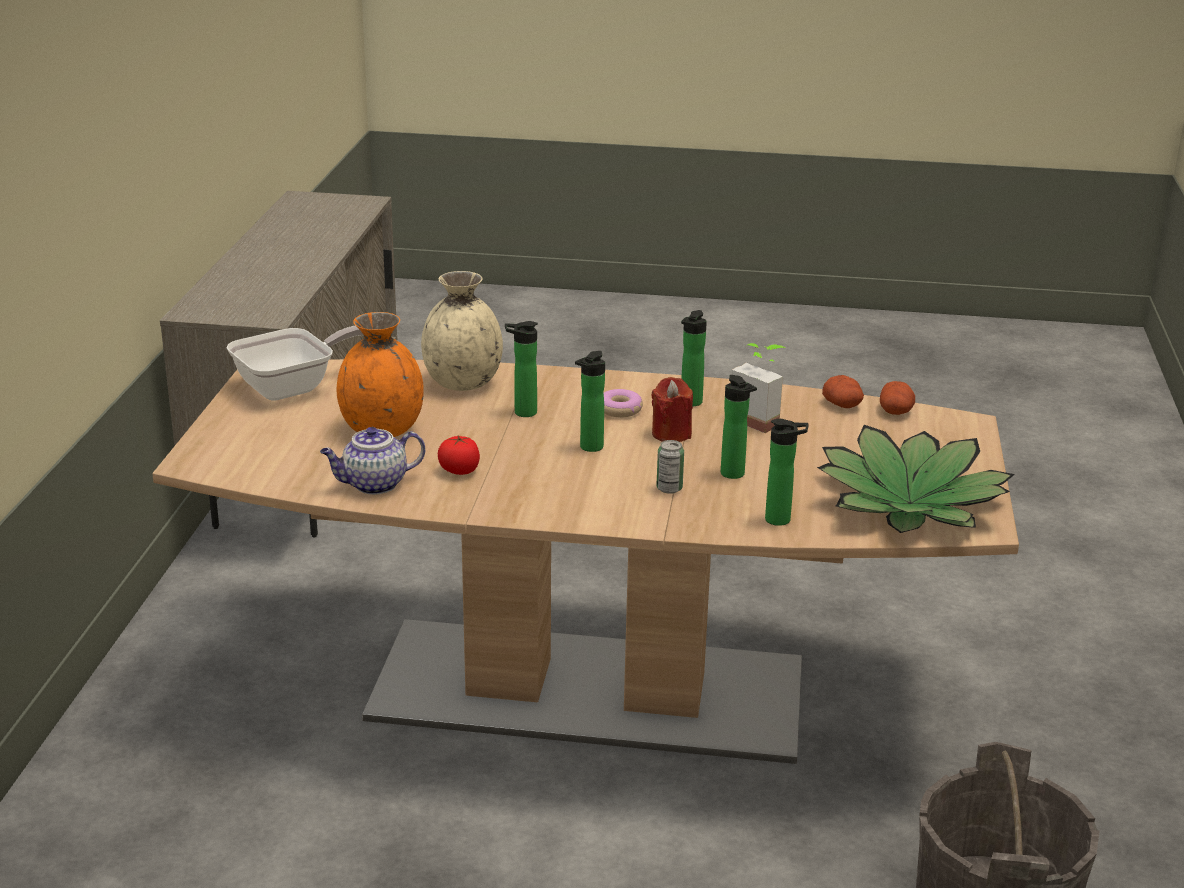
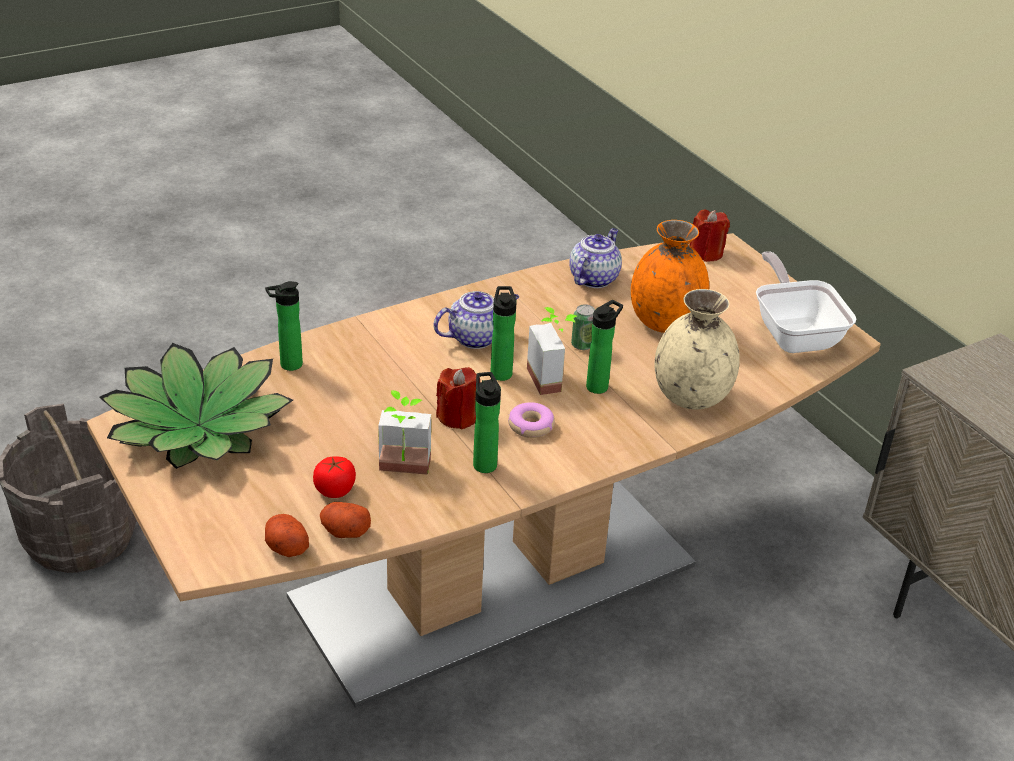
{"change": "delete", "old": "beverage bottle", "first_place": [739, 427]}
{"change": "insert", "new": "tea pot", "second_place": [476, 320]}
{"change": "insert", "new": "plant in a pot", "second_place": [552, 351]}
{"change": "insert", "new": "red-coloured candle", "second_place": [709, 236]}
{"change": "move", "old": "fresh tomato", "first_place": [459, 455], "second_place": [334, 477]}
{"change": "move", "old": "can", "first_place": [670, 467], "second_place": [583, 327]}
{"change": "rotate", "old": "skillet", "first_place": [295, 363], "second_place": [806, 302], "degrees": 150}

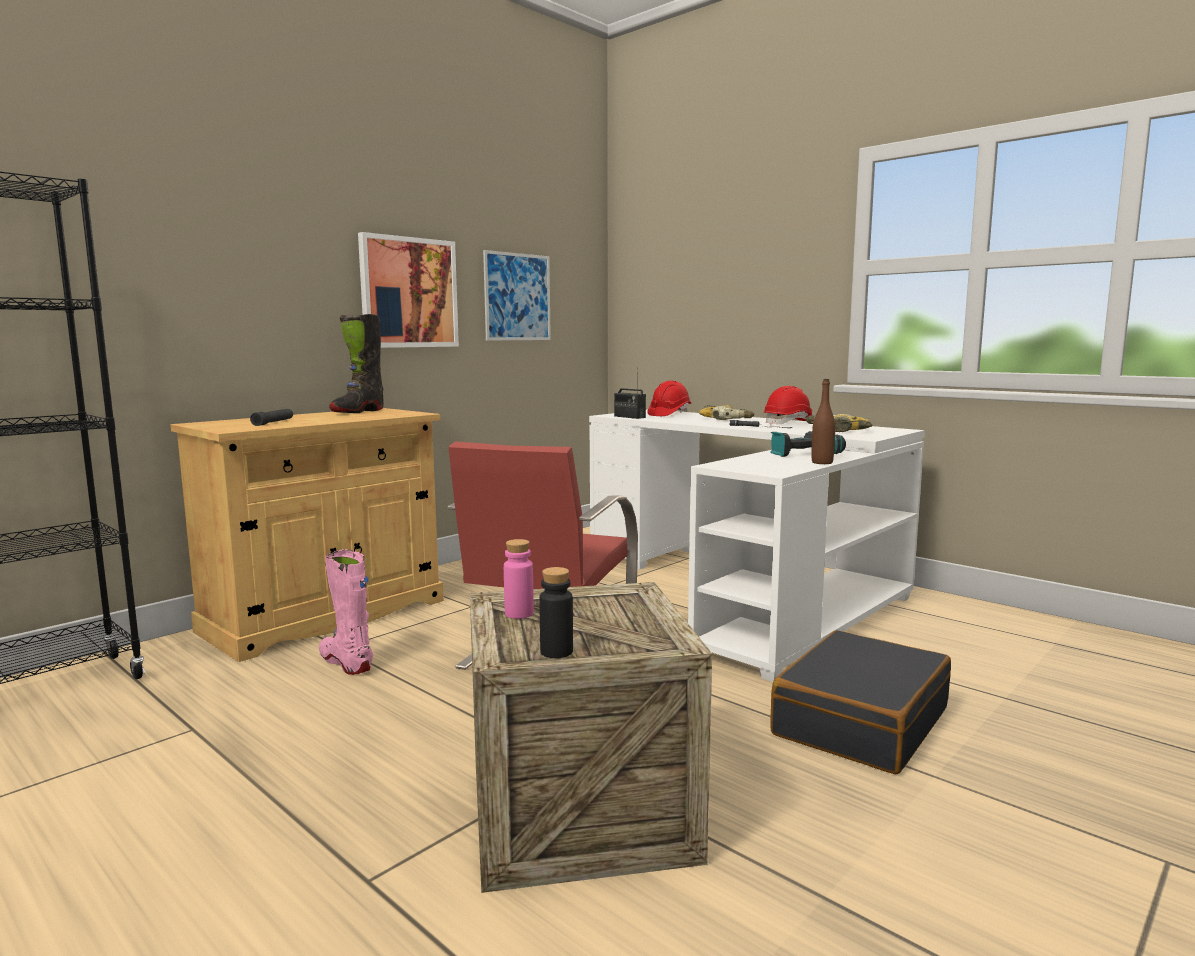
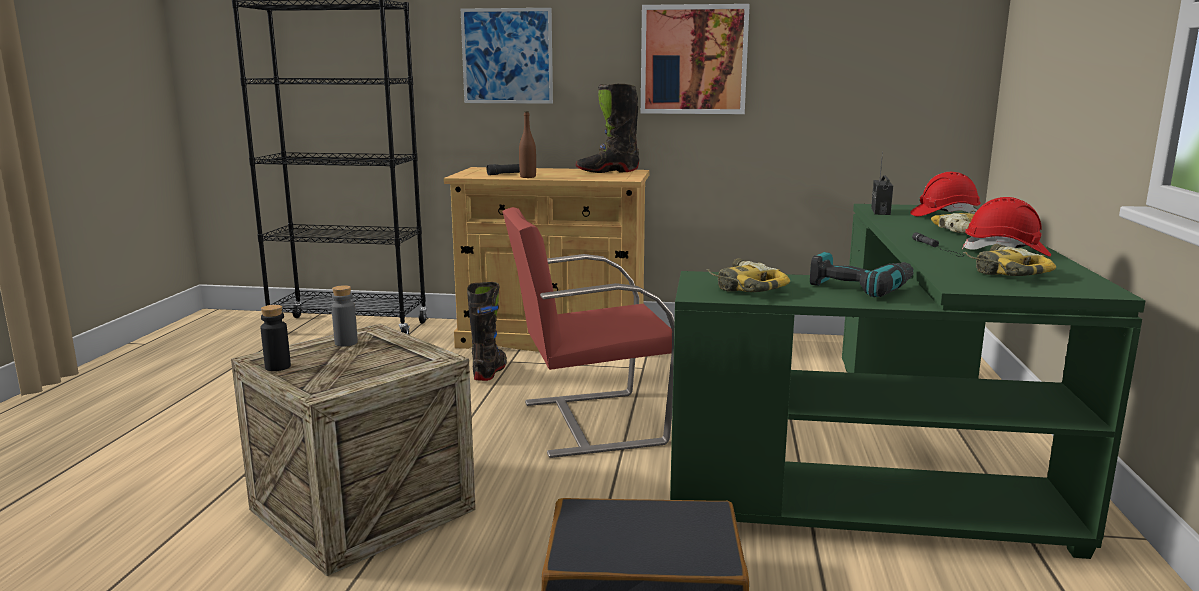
{"change": "insert", "new": "power drill", "second_place": [748, 275]}
{"change": "move", "old": "wall picture", "first_place": [517, 295], "second_place": [507, 56]}
{"change": "move", "old": "brown beverage bottle", "first_place": [823, 421], "second_place": [527, 144]}
{"change": "recolor", "old": "pink tall boot", "new": "black-coloured tall boot", "first_place": [346, 612], "second_place": [487, 331]}
{"change": "recolor", "old": "pink beverage bottle", "new": "greyish beverage bottle", "first_place": [519, 579], "second_place": [344, 316]}
{"change": "recolor", "old": "white desk", "new": "green-coloured desk", "first_place": [757, 546], "second_place": [908, 381]}

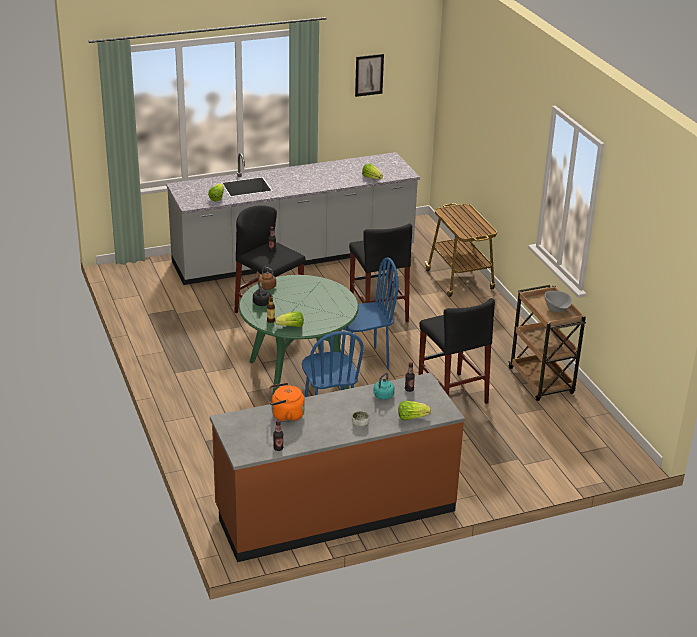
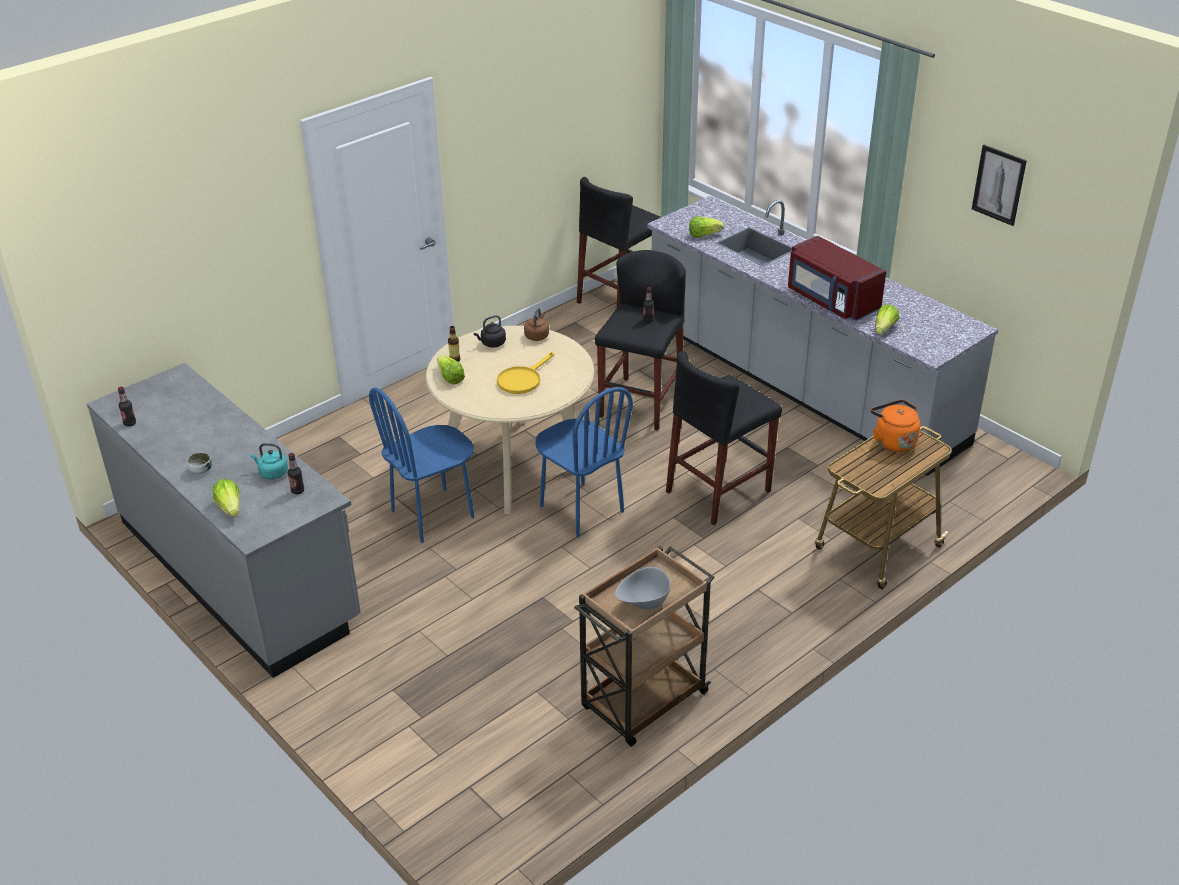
{"change": "insert", "new": "yellowish skillet", "second_place": [525, 373]}
{"change": "insert", "new": "red-coloured microwave", "second_place": [837, 278]}
{"change": "move", "old": "orange-coloured water kettle", "first_place": [287, 402], "second_place": [895, 426]}
{"change": "move", "old": "black-coloured stool", "first_place": [456, 351], "second_place": [619, 242]}
{"change": "recolor", "old": "brown counter", "new": "greyish counter", "first_place": [337, 467], "second_place": [224, 520]}
{"change": "recolor", "old": "green-coloured dinner table", "new": "sand-coloured dinner table", "first_place": [299, 335], "second_place": [510, 420]}

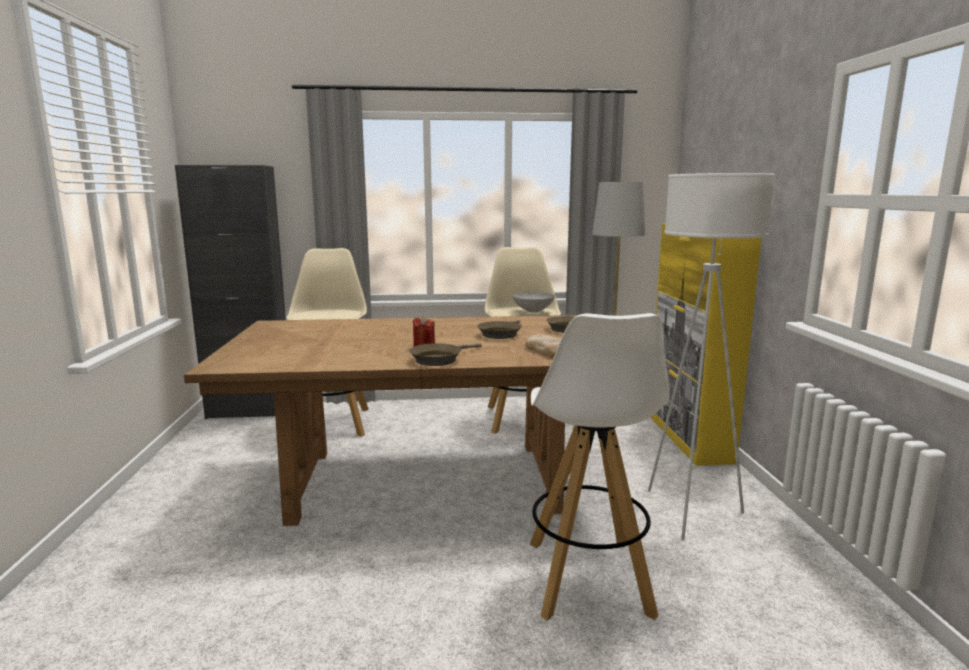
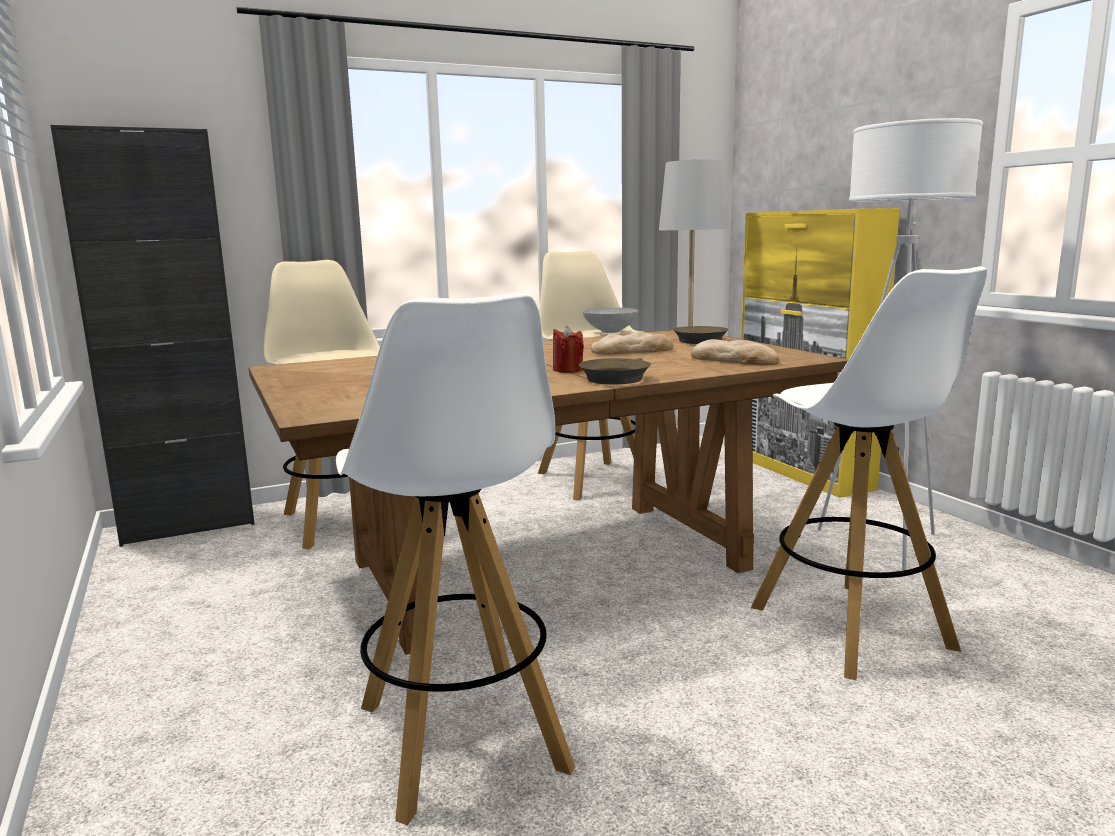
{"change": "insert", "new": "white stool", "second_place": [455, 559]}
{"change": "replace", "old": "brown skillet", "new": "bread", "first_place": [499, 329], "second_place": [632, 343]}

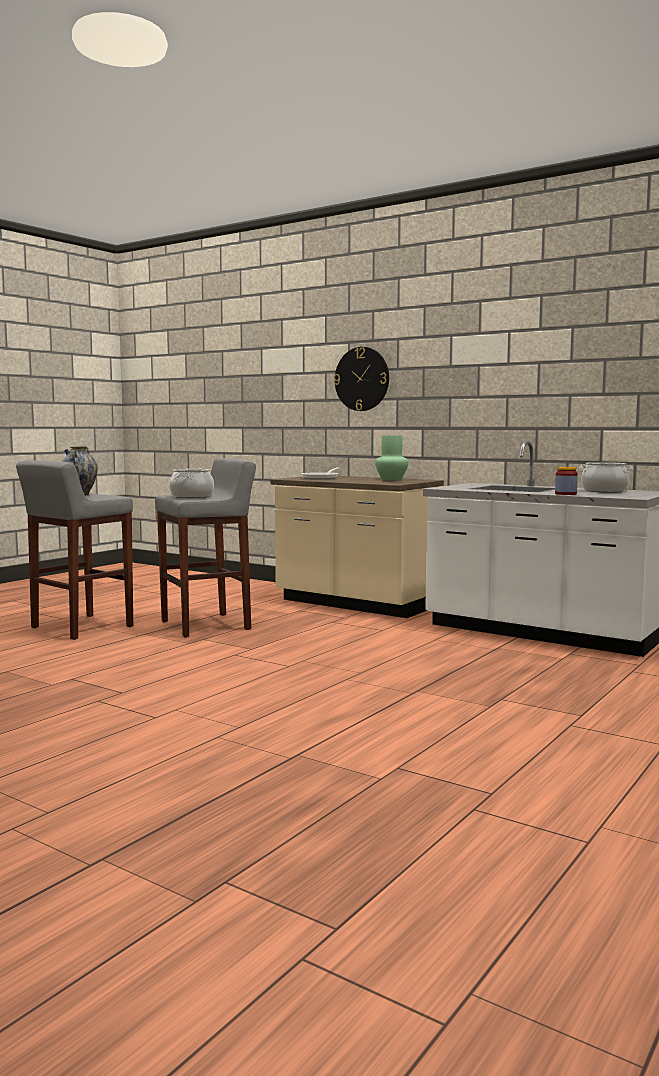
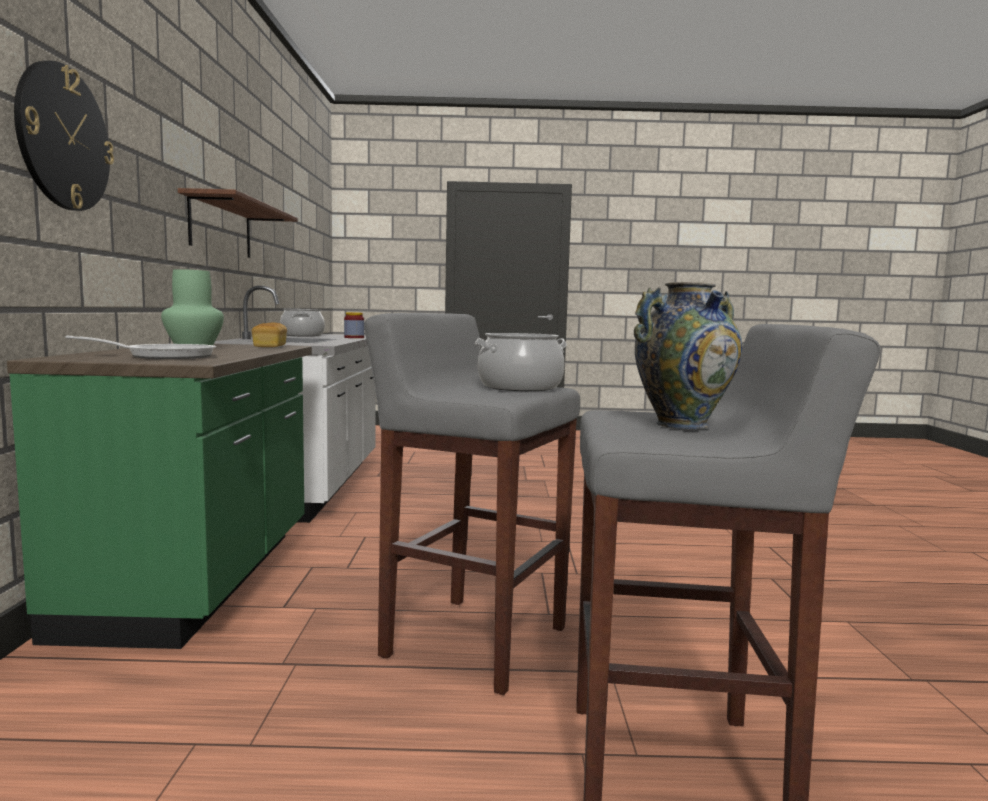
{"change": "insert", "new": "bracket shelf", "second_place": [238, 223]}
{"change": "insert", "new": "bread", "second_place": [269, 335]}
{"change": "recolor", "old": "sand-coloured counter", "new": "green-coloured counter", "first_place": [357, 547], "second_place": [159, 496]}

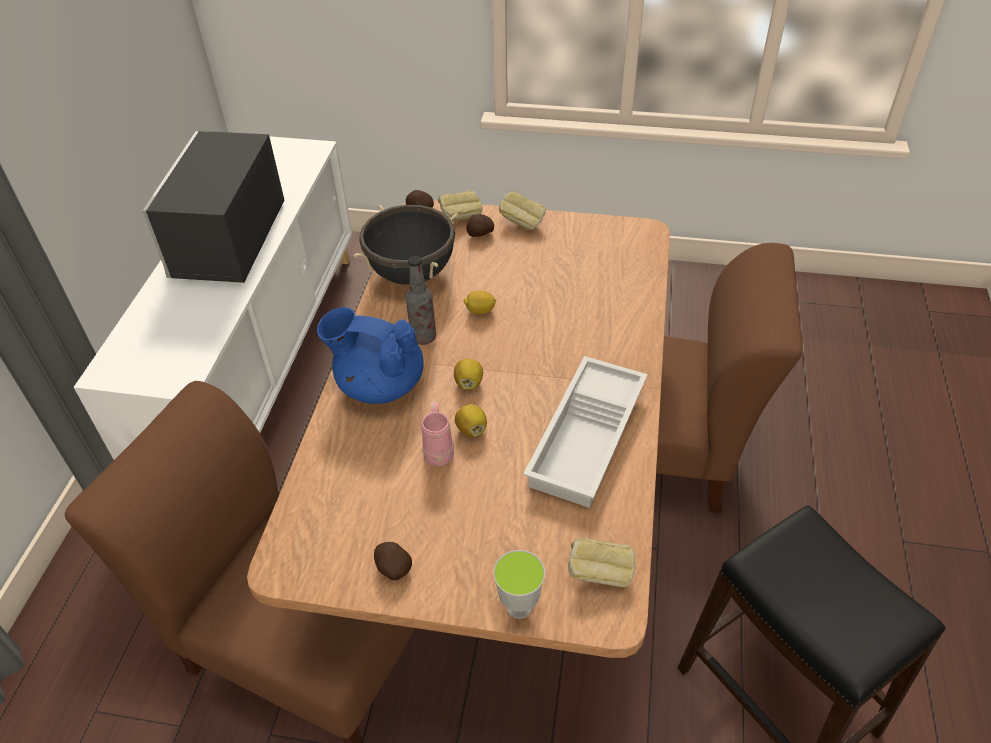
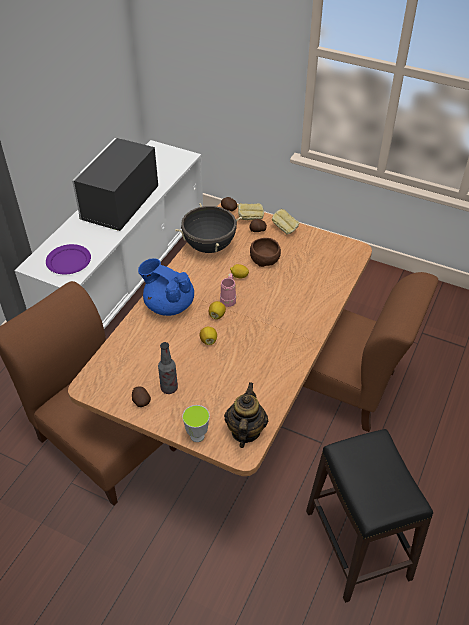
{"change": "delete", "old": "white serving tray", "first_place": [585, 432]}
{"change": "insert", "new": "purple-coloured dinner plate", "second_place": [68, 259]}
{"change": "insert", "new": "brown serving bowl", "second_place": [265, 252]}
{"change": "move", "old": "beverage bottle", "first_place": [421, 300], "second_place": [168, 368]}
{"change": "move", "old": "pink coffee mug", "first_place": [437, 433], "second_place": [228, 290]}
{"change": "replace", "old": "bread", "new": "tea pot", "first_place": [601, 562], "second_place": [246, 415]}

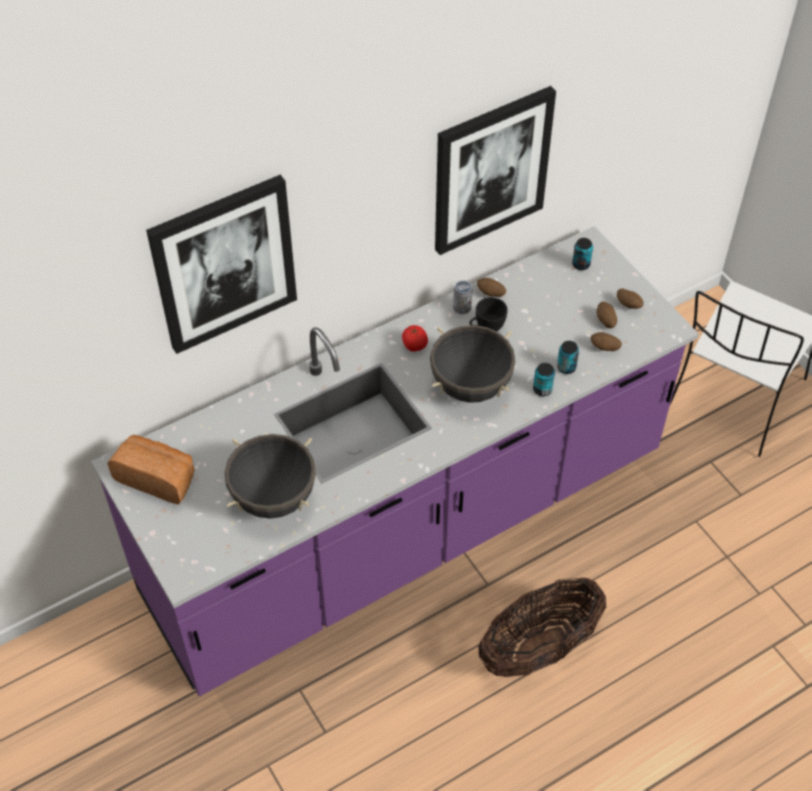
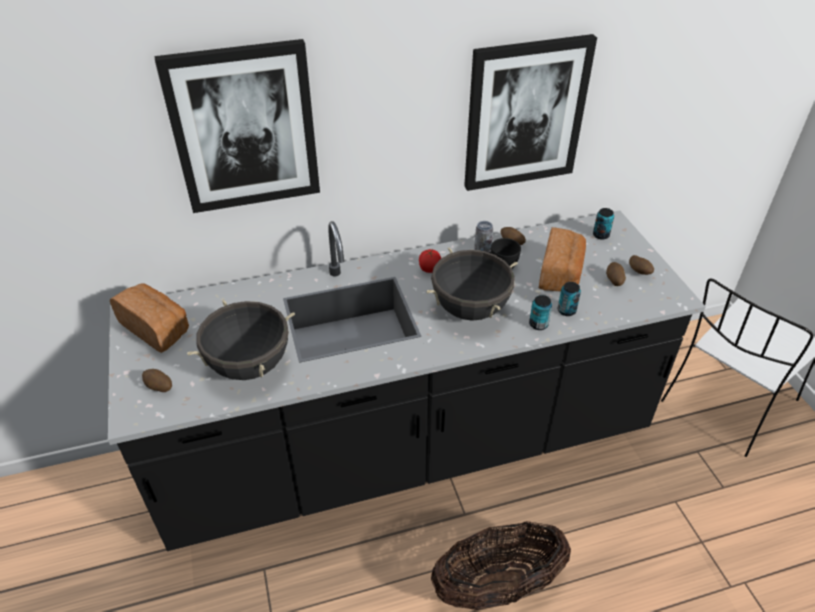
{"change": "insert", "new": "bread", "second_place": [562, 259]}
{"change": "move", "old": "spud", "first_place": [606, 341], "second_place": [157, 380]}
{"change": "recolor", "old": "purple-coloured counter", "new": "black-coloured counter", "first_place": [395, 461], "second_place": [407, 380]}

